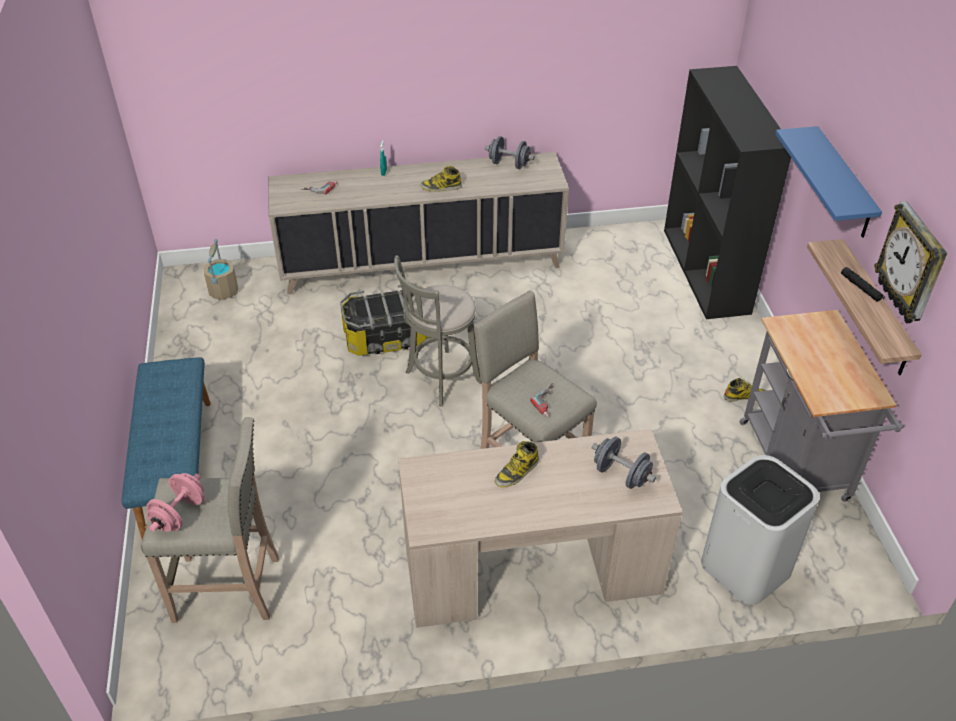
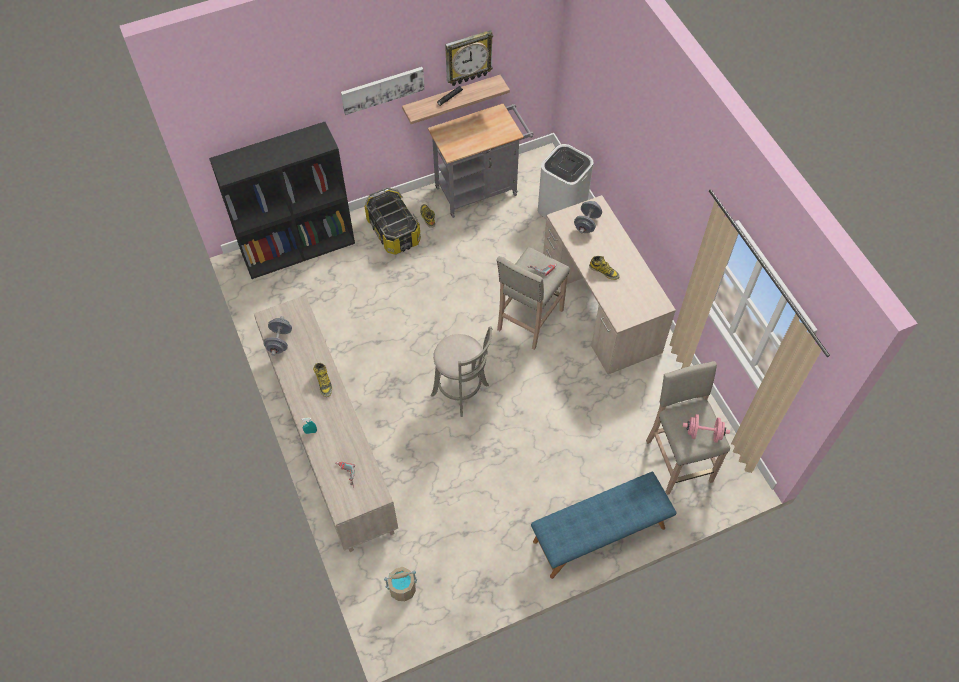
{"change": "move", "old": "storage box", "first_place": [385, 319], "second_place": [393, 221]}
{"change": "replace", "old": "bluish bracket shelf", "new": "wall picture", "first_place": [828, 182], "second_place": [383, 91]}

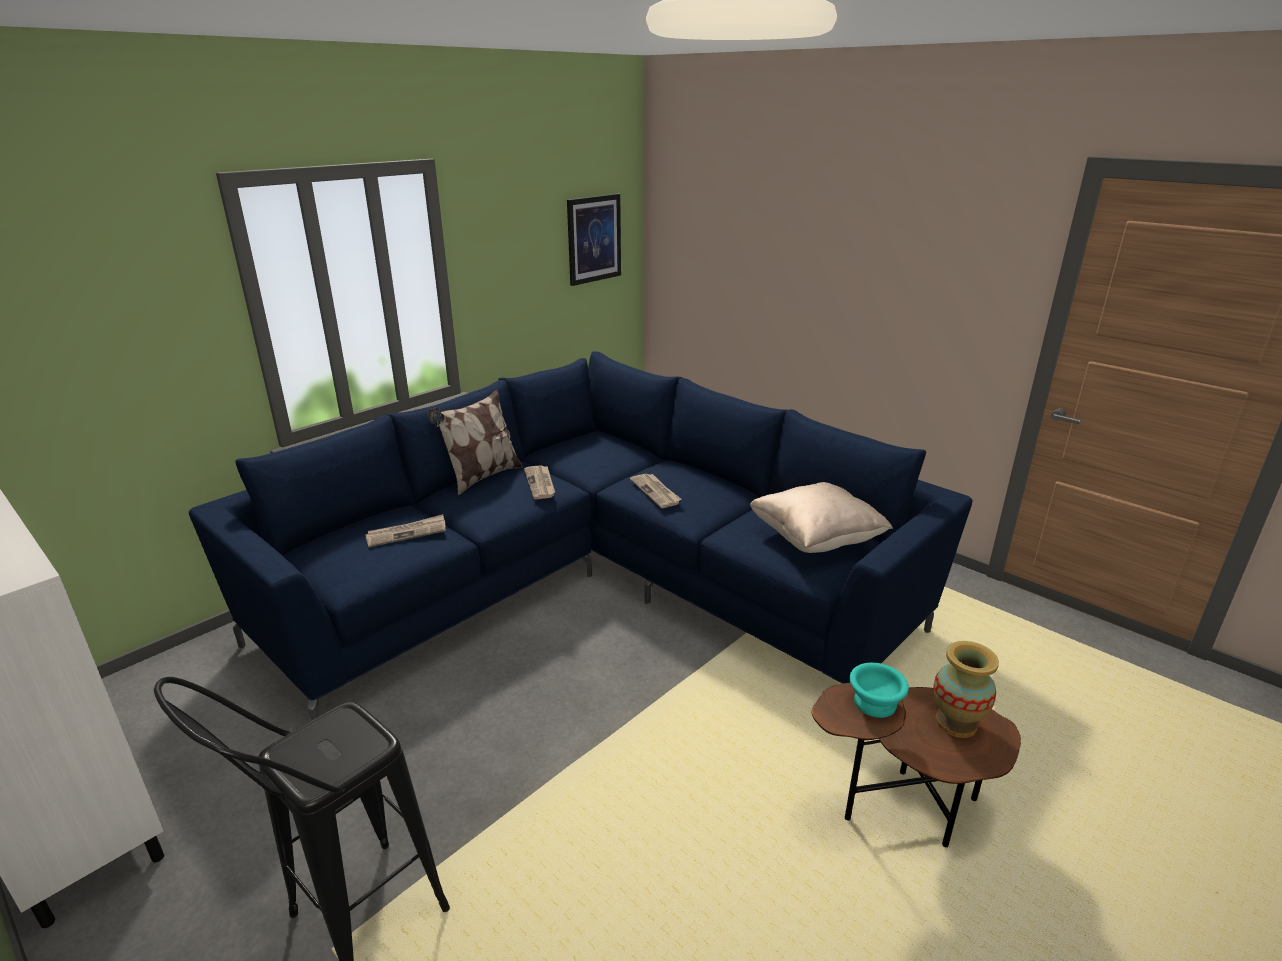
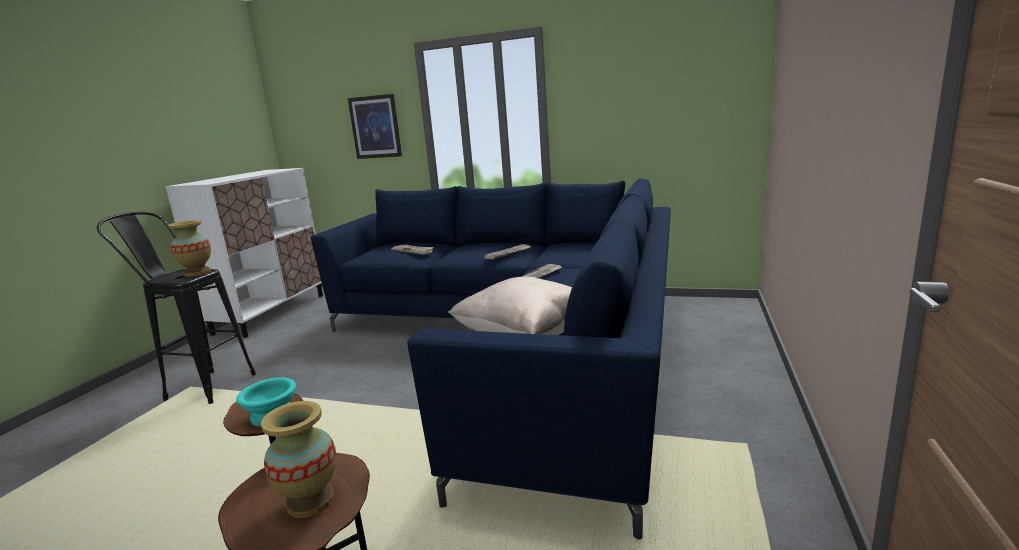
{"change": "delete", "old": "pillow", "first_place": [475, 442]}
{"change": "insert", "new": "flower vase", "second_place": [189, 248]}
{"change": "move", "old": "wall picture", "first_place": [594, 240], "second_place": [375, 126]}

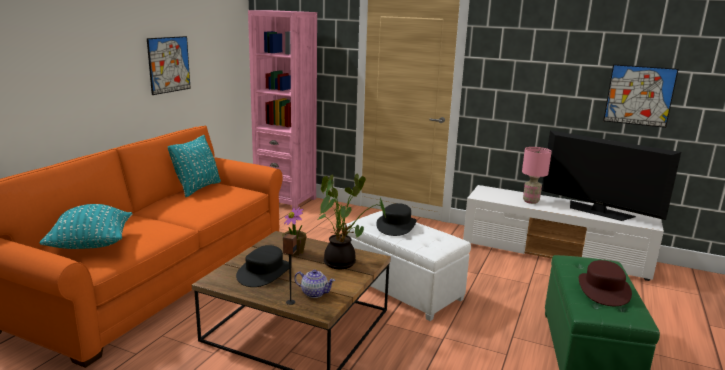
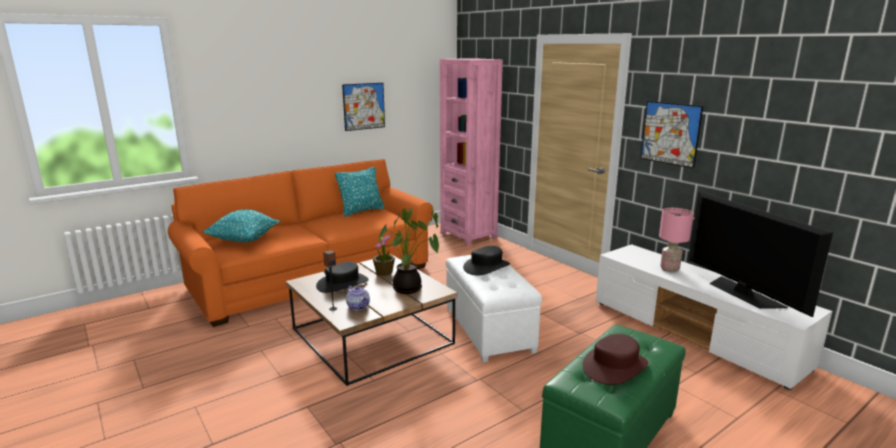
{"change": "move", "old": "wall picture", "first_place": [641, 96], "second_place": [671, 135]}

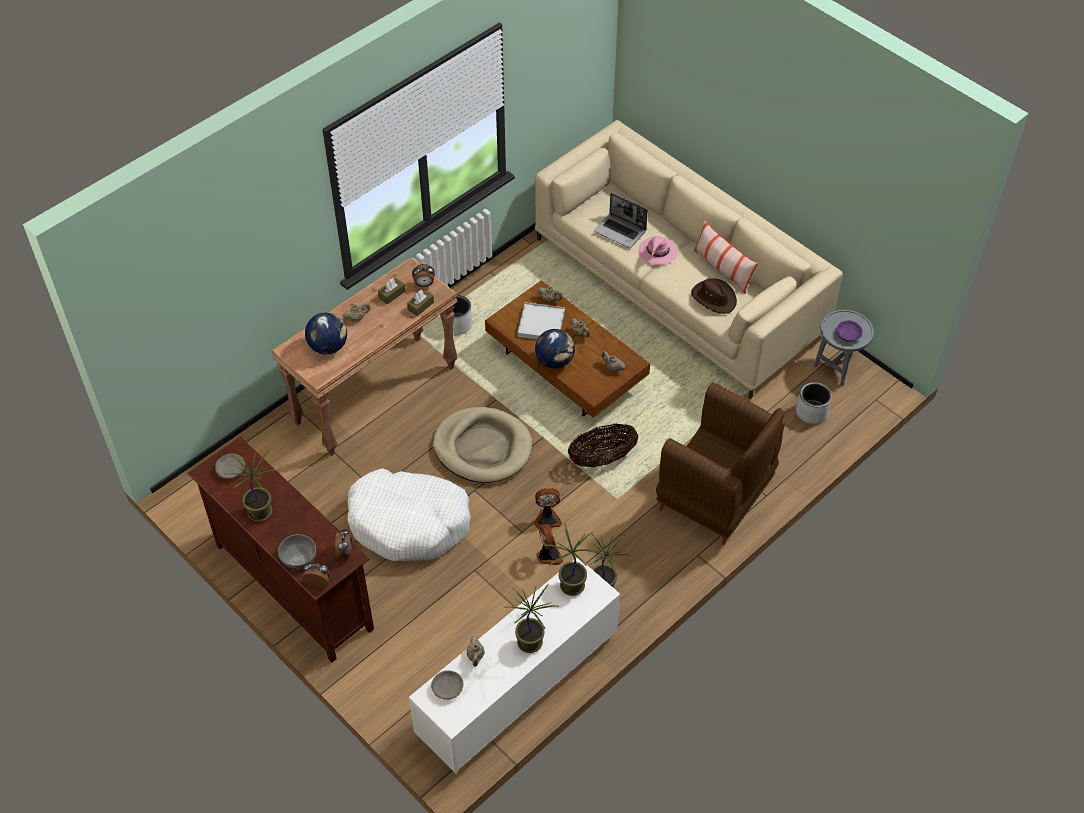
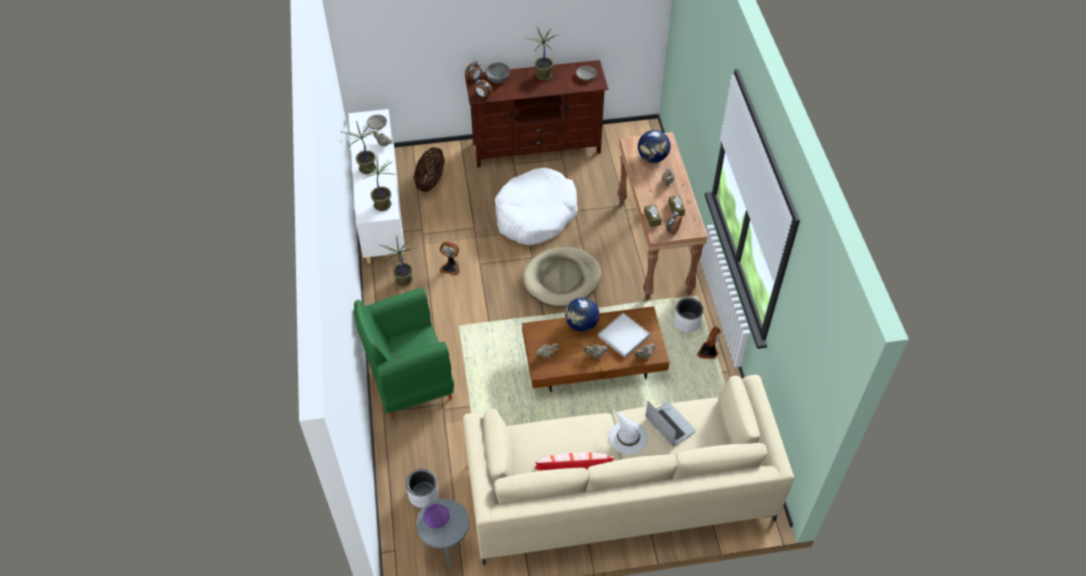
{"change": "delete", "old": "brown wearable hat", "first_place": [714, 296]}
{"change": "move", "old": "cooling fan", "first_place": [548, 508], "second_place": [709, 342]}
{"change": "move", "old": "storage basket", "first_place": [603, 445], "second_place": [429, 169]}
{"change": "recolor", "old": "pink wearable hat", "new": "white wearable hat", "first_place": [658, 250], "second_place": [628, 432]}
{"change": "recolor", "old": "brown lounge chair", "new": "green-coloured lounge chair", "first_place": [720, 464], "second_place": [404, 353]}
{"change": "rotate", "old": "notebook computer", "first_place": [621, 220], "second_place": [671, 423], "degrees": 75}

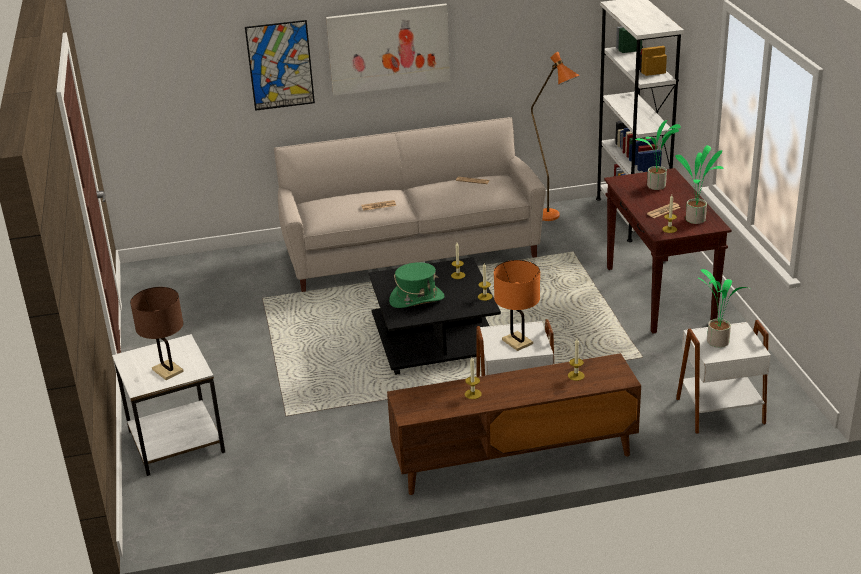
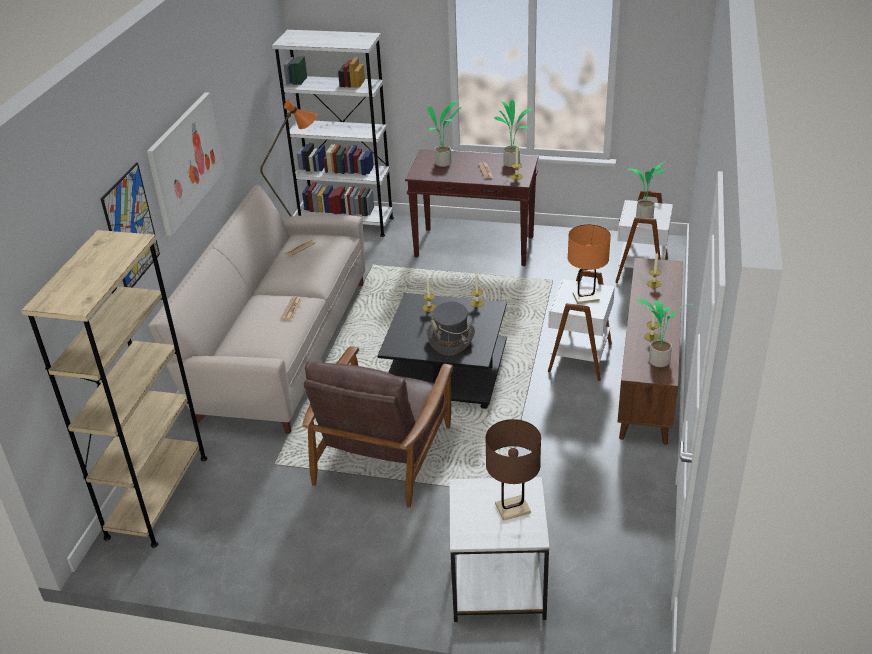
{"change": "insert", "new": "sand-coloured shelving unit", "second_place": [114, 389]}
{"change": "insert", "new": "brown lounge chair", "second_place": [377, 427]}
{"change": "insert", "new": "plant in a pot", "second_place": [665, 333]}
{"change": "recolor", "old": "green-coloured wearable hat", "new": "greyish wearable hat", "first_place": [416, 285], "second_place": [451, 329]}

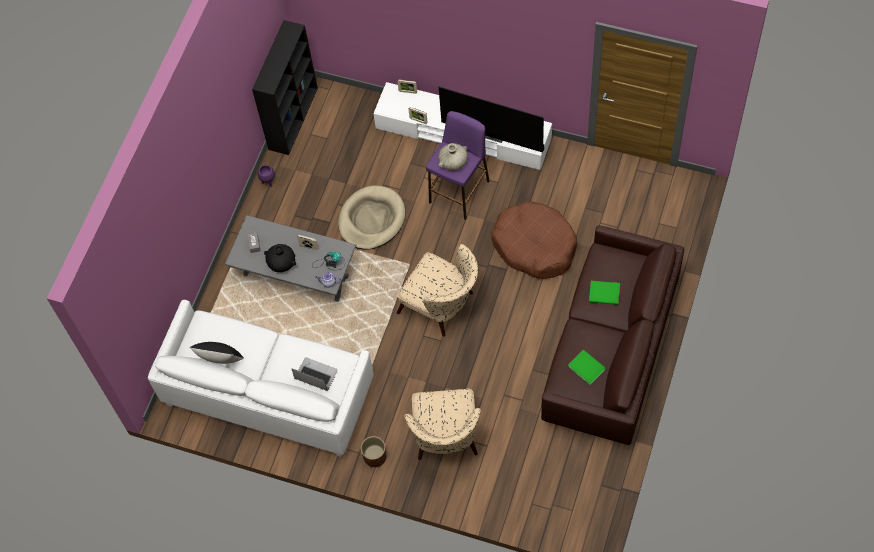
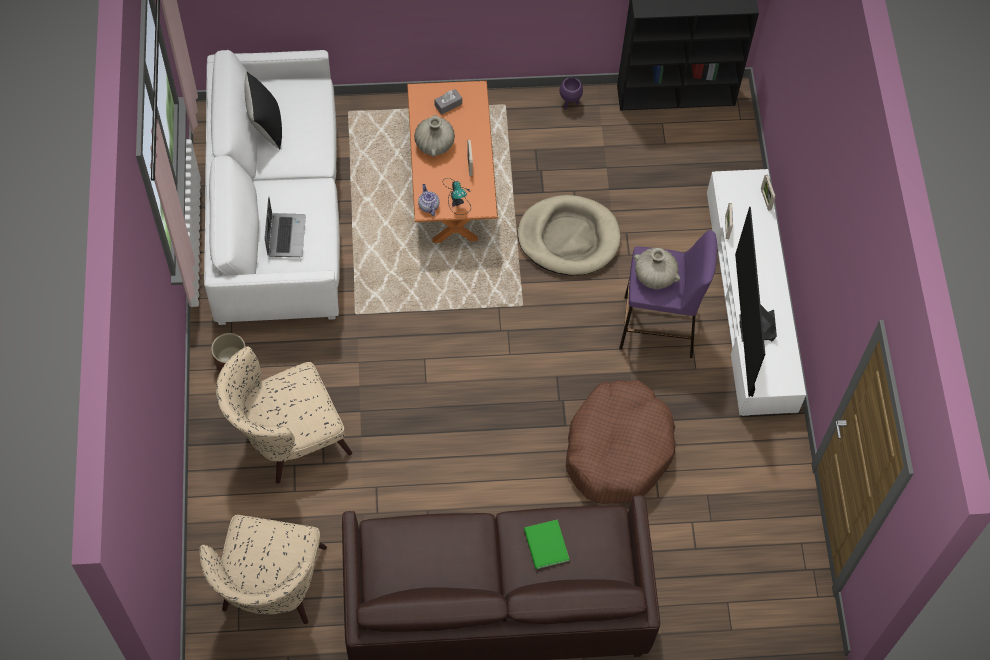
{"change": "delete", "old": "green-coloured book", "first_place": [587, 367]}
{"change": "move", "old": "sand-coloured lounge chair", "first_place": [437, 290], "second_place": [263, 569]}
{"change": "recolor", "old": "greyish coffee table", "new": "orange-coloured coffee table", "first_place": [290, 258], "second_place": [452, 162]}
{"change": "recolor", "old": "black-coloured flower vase", "new": "sand-coloured flower vase", "first_place": [280, 258], "second_place": [434, 136]}

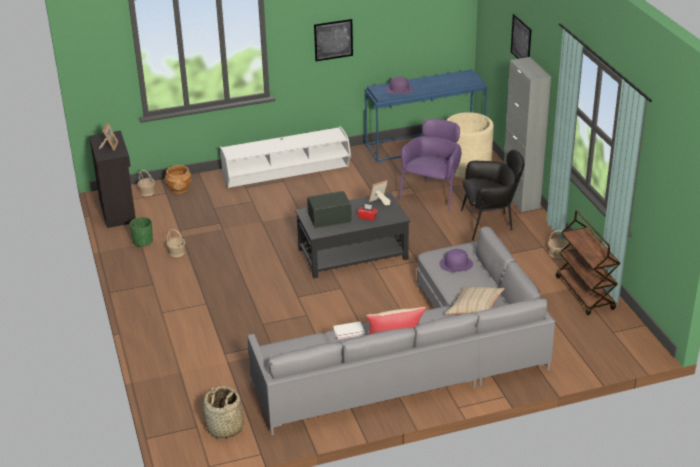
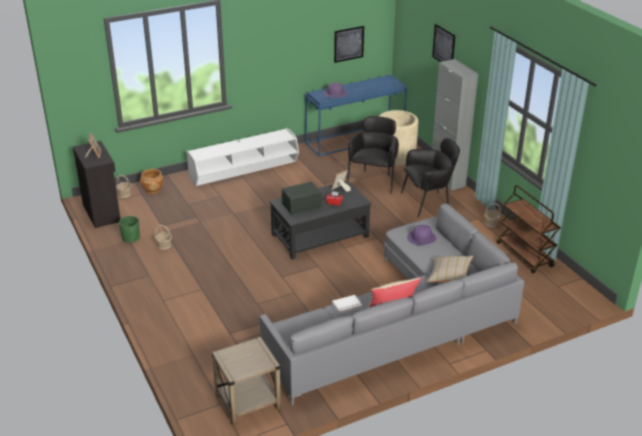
{"change": "move", "old": "wall picture", "first_place": [333, 40], "second_place": [349, 44]}
{"change": "replace", "old": "storage basket", "new": "sand-coloured accent table", "first_place": [223, 412], "second_place": [246, 381]}
{"change": "recolor", "old": "purple-coloured lounge chair", "new": "black-coloured lounge chair", "first_place": [430, 164], "second_place": [373, 155]}

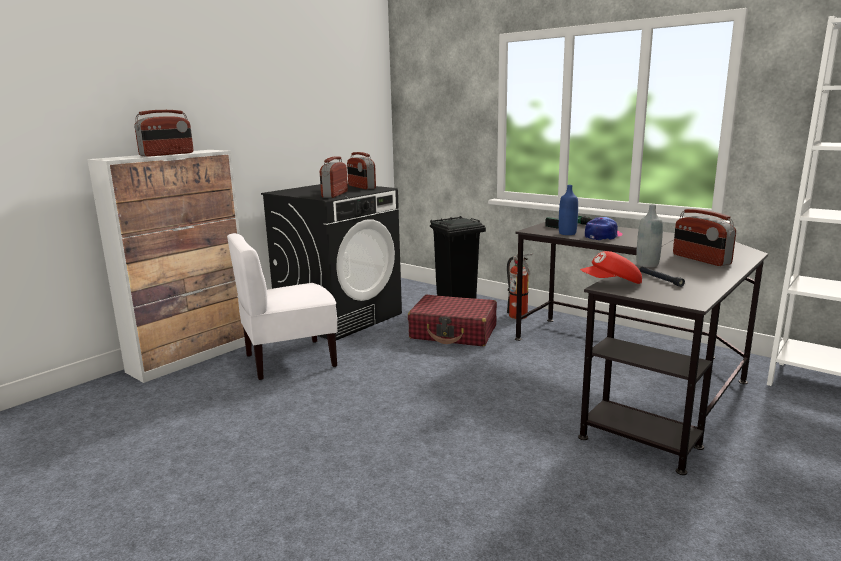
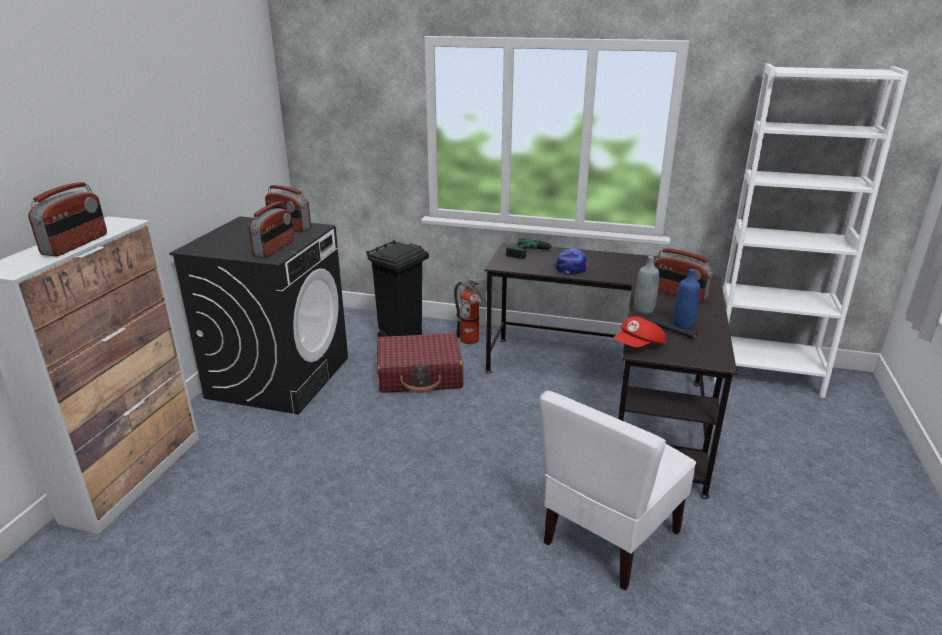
{"change": "move", "old": "white upright chair", "first_place": [282, 306], "second_place": [617, 490]}
{"change": "move", "old": "bluish beverage bottle", "first_place": [568, 210], "second_place": [686, 299]}
{"change": "rotate", "old": "radio", "first_place": [334, 177], "second_place": [271, 229], "degrees": -150}

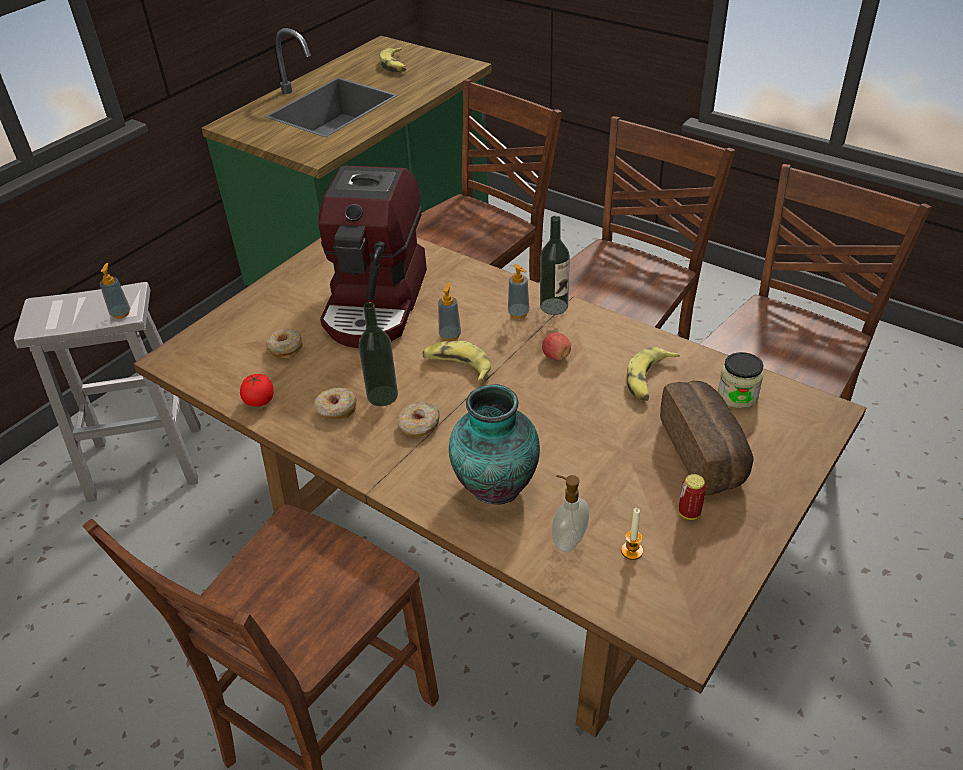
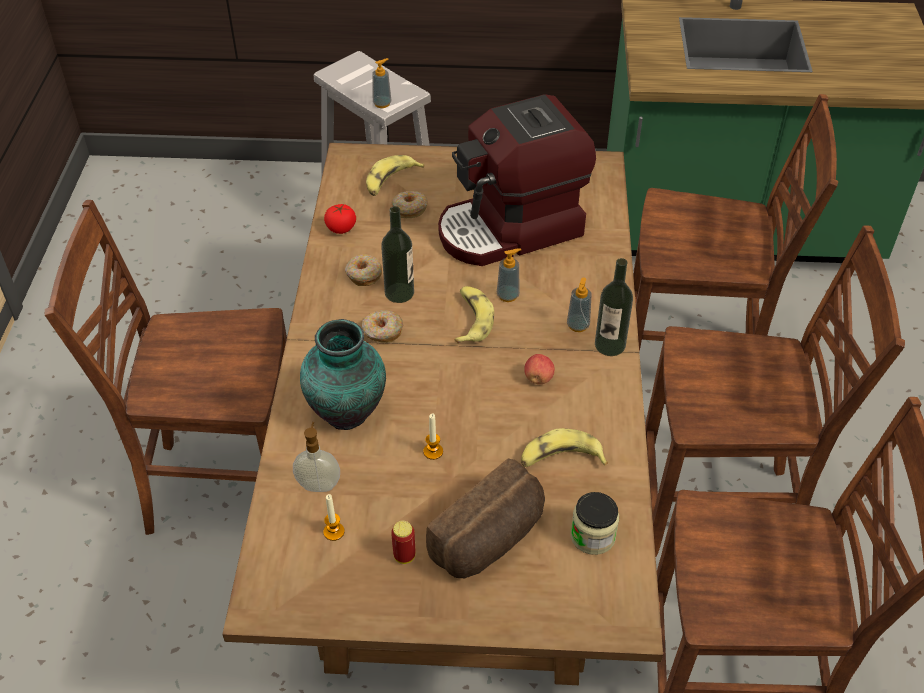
{"change": "insert", "new": "candle", "second_place": [433, 437]}
{"change": "move", "old": "banana fruit", "first_place": [393, 60], "second_place": [395, 175]}

